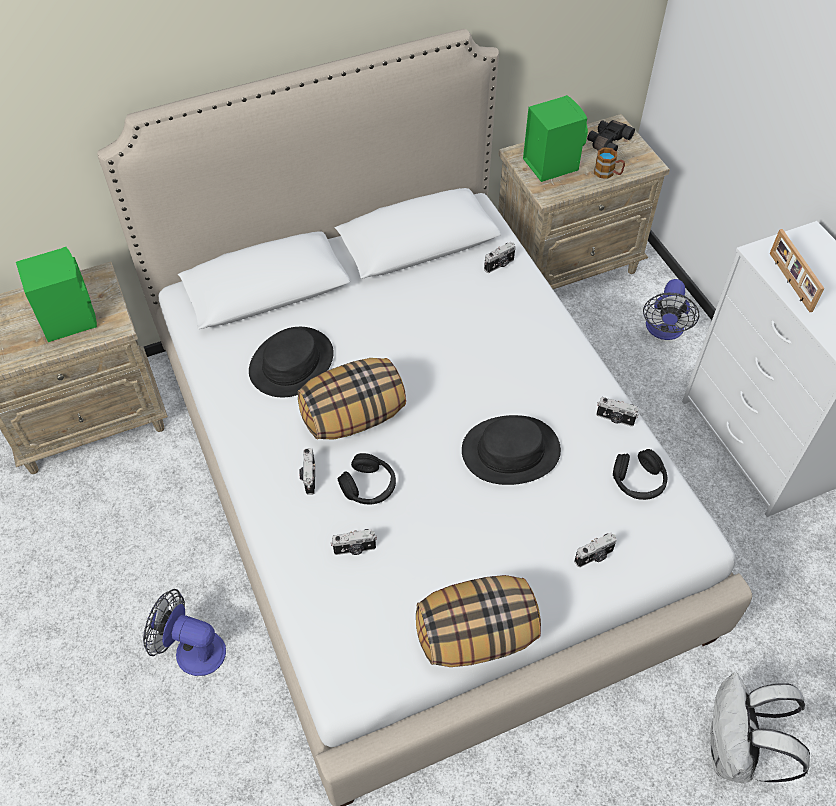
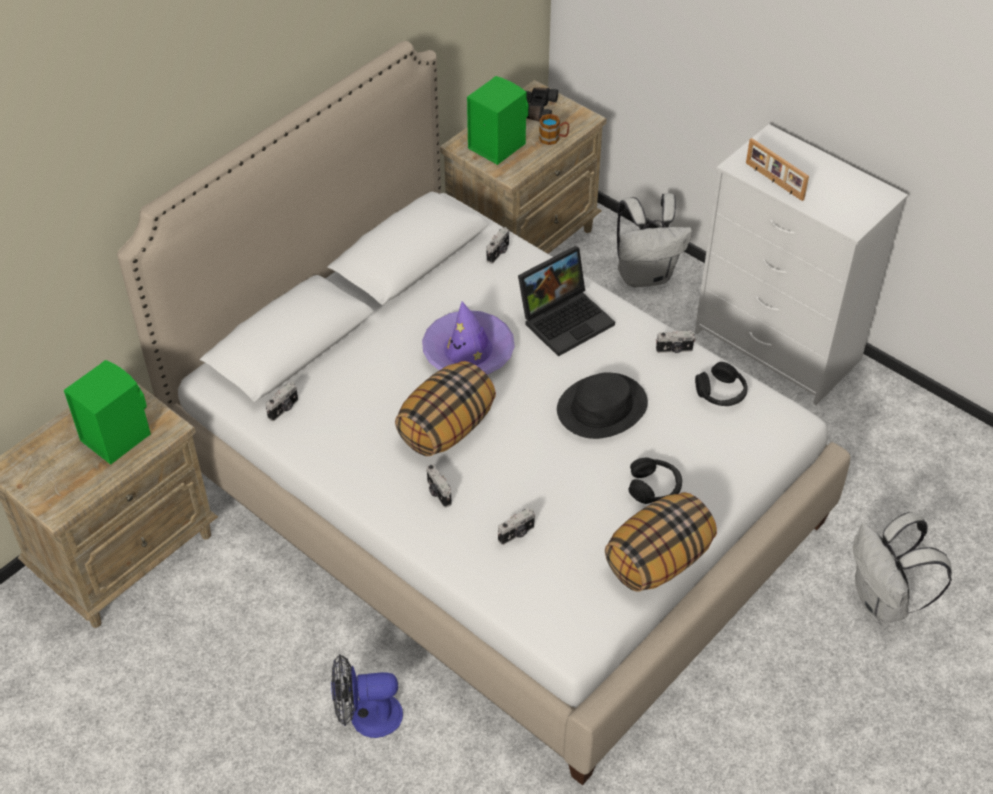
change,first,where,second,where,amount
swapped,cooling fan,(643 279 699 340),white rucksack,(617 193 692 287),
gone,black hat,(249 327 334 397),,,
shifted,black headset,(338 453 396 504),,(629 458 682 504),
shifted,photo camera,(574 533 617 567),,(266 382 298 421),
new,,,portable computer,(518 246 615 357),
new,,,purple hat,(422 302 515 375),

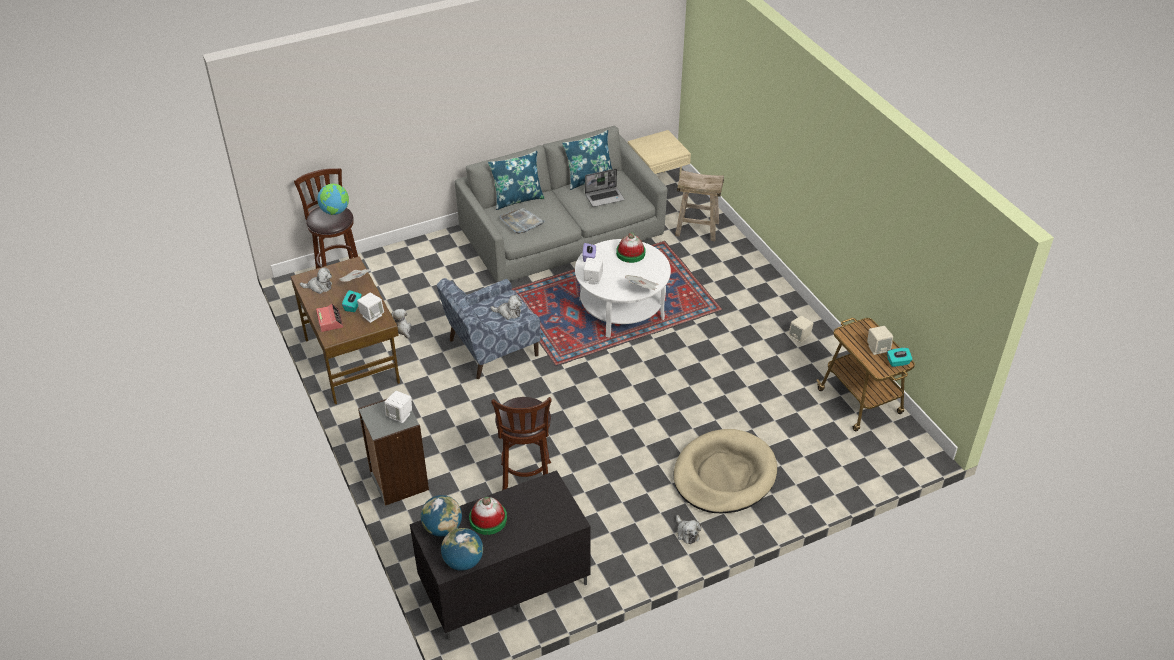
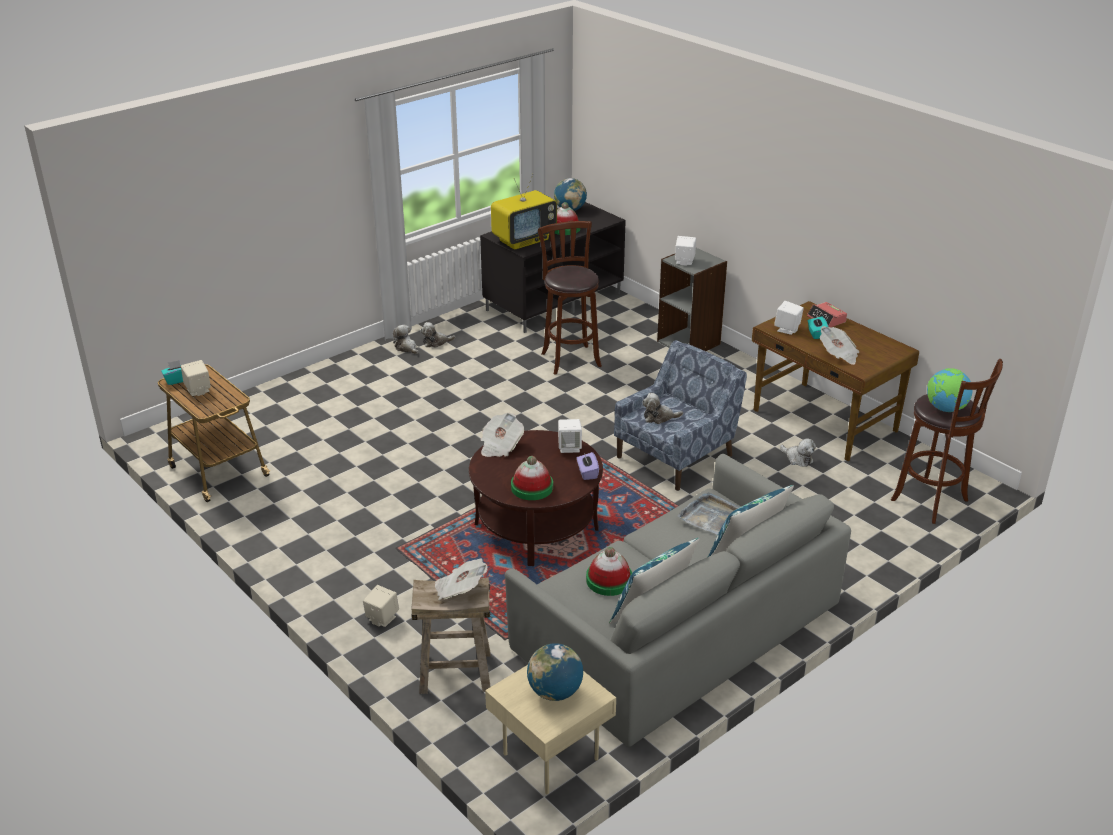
change,first,where,second,where,amount
swapped,portable computer,(585 169 625 207),hat,(586 547 632 596),
repainted,white coffee table,(575 239 671 338),brown-coloured coffee table,(469 430 603 566),
shifted,cuddly toy,(300 267 332 294),,(420 322 456 348),
shifted,sand-coloured audio speaker,(789 316 813 343),,(363 585 399 627),
gone,sand-coloured dog cushion,(673 429 777 513),,,
shifted,world globe,(421 495 462 537),,(527 643 583 701),
new,,,television,(491 175 557 250),
new,,,newspaper,(435 558 487 600),

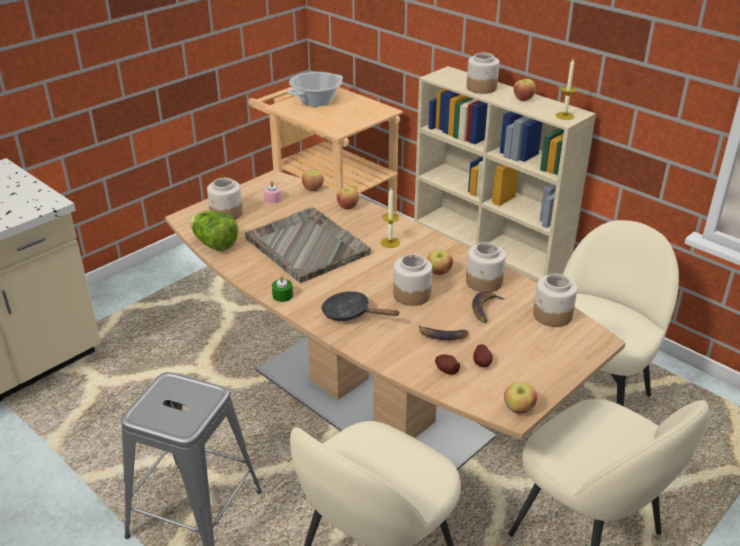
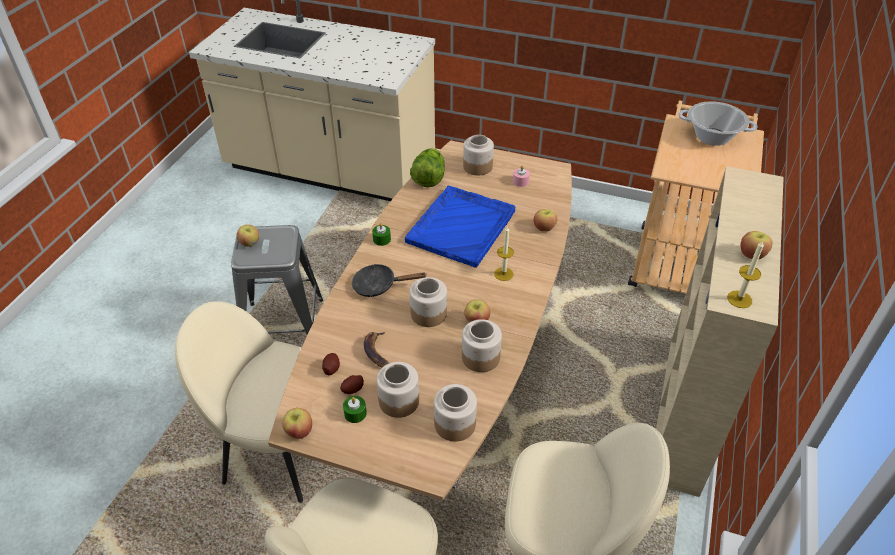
change,first,where,second,where,amount
shifted,jar,(467 53 499 94),,(377 362 419 418),
shifted,apple,(302 170 324 191),,(237 224 259 247),
repainted,gray carrying tray,(245 207 371 283),blue-coloured carrying tray,(405 186 515 268),
gone,banana fruit,(472 290 505 323),,,
rotated,black skillet,(321 291 400 321),,(351 264 426 297),90 degrees counterclockwise
new,,,greenish candle,(343 396 367 423),

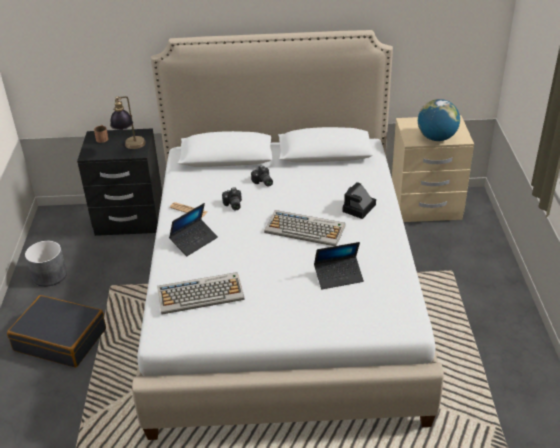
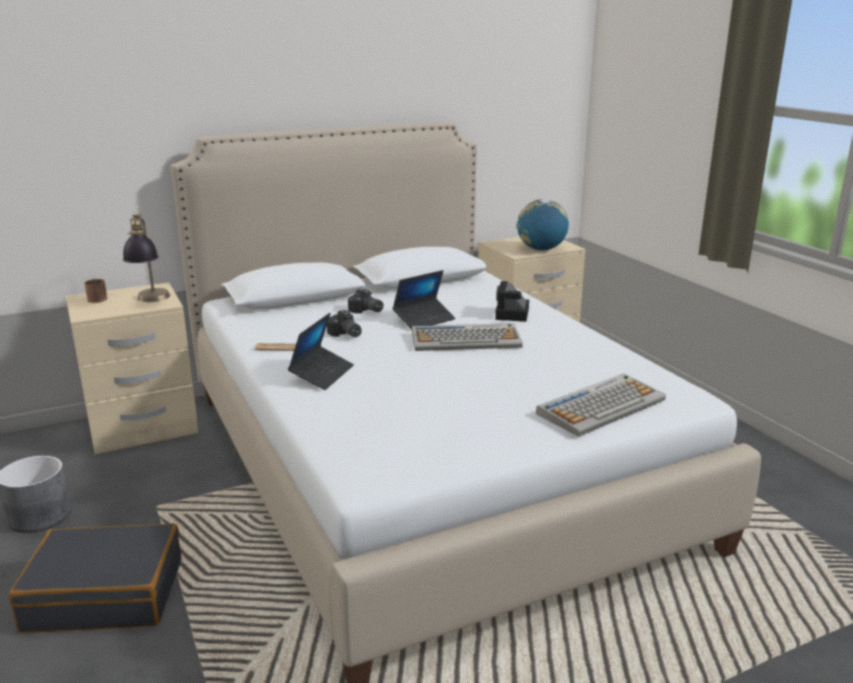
change,first,where,second,where,amount
repainted,black nightstand,(77 128 162 236),sand-coloured nightstand,(66 282 198 454),
shifted,portable computer,(314 242 364 289),,(393 270 455 330),
shifted,PC keyboard,(157 272 245 315),,(536 373 666 437),

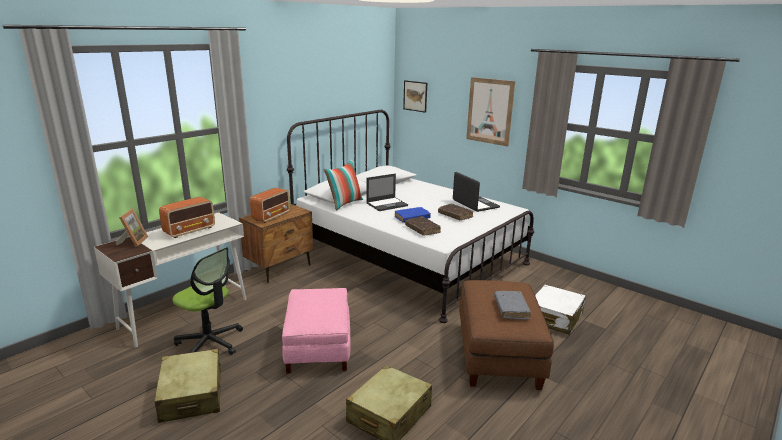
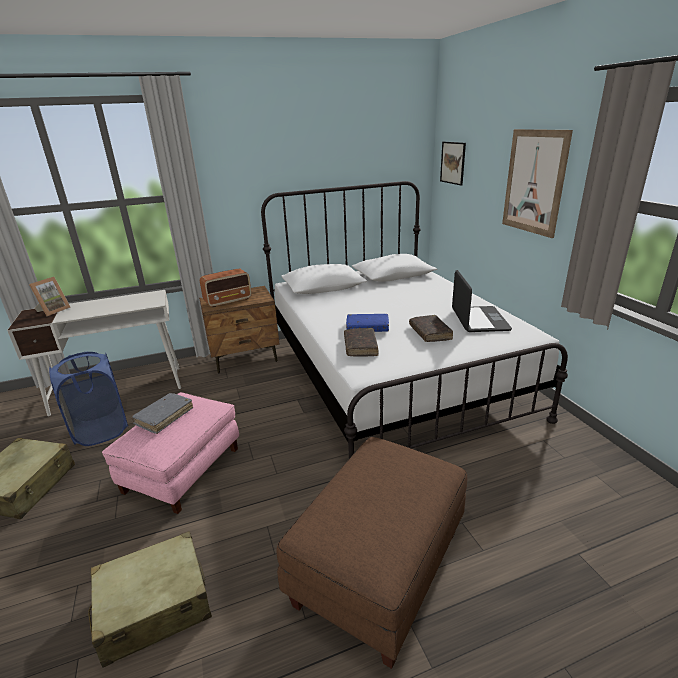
change,first,where,second,where,amount
gone,cushion,(324 160 363 211),,,
gone,portable computer,(366 174 408 211),,,
gone,radio set,(159 197 215 238),,,
swapped,computer chair,(172 247 243 355),blue-coloured washing basket,(49 352 129 446),
gone,white piece of luggage,(535 284 586 334),,,
shifted,gray book,(494 291 531 319),,(131 393 193 434),

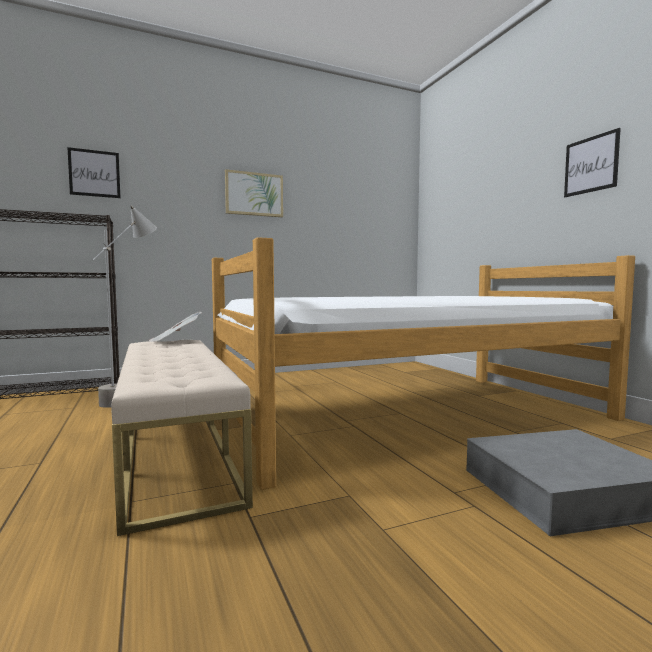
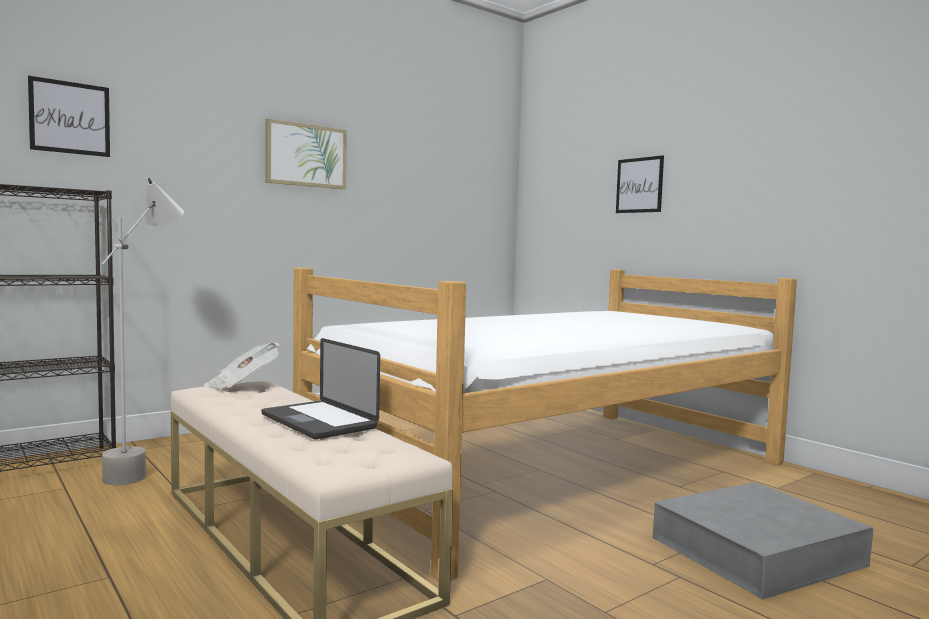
change,first,where,second,where,amount
shifted,wall picture,(564 128 621 197),,(616 155 664 213),
new,,,portable computer,(262 338 380 439),

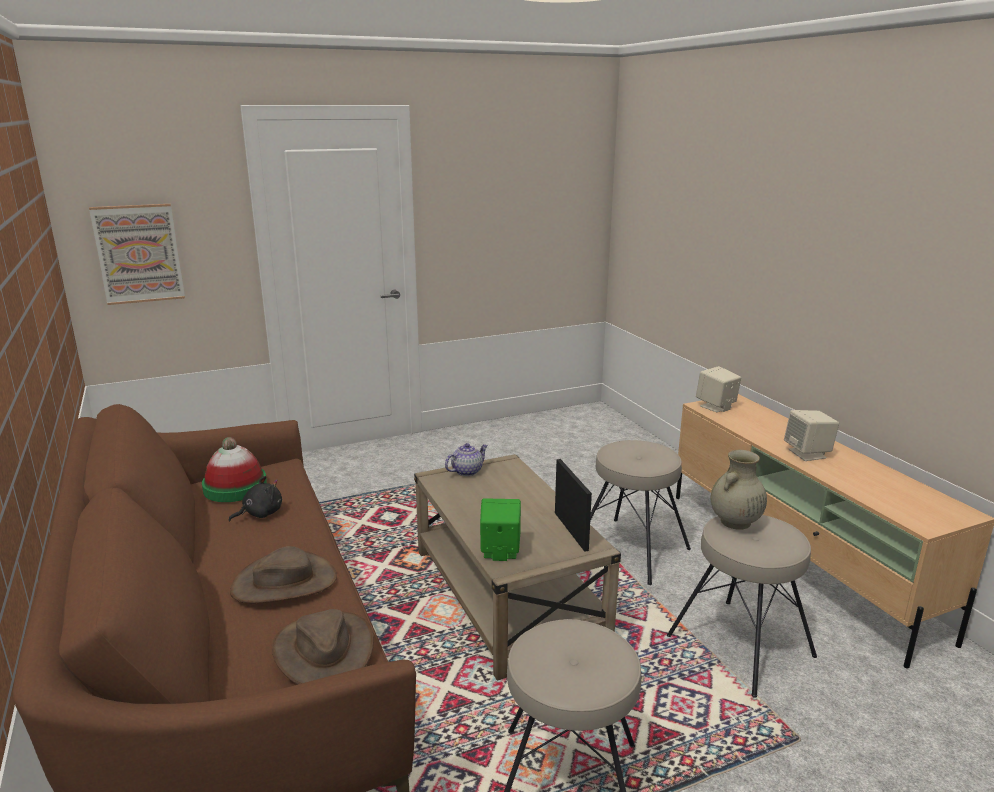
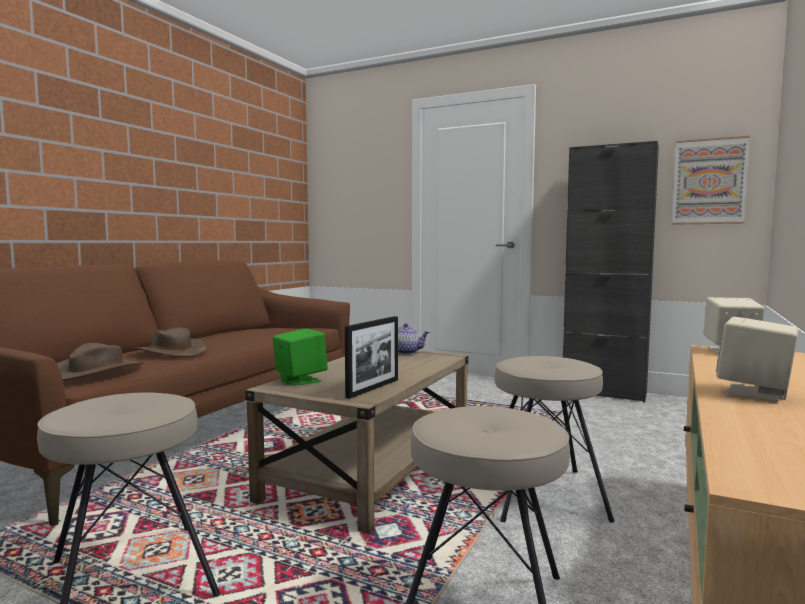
change,first,where,second,where,amount
shifted,wall picture,(89 204 185 305),,(672 136 750 225),
gone,hat,(202 437 267 502),,,
gone,sand-coloured flower vase,(711 450 767 530),,,
gone,black cuddly toy,(229 476 282 521),,,
new,,,black storage cabinet,(563 141 659 402),

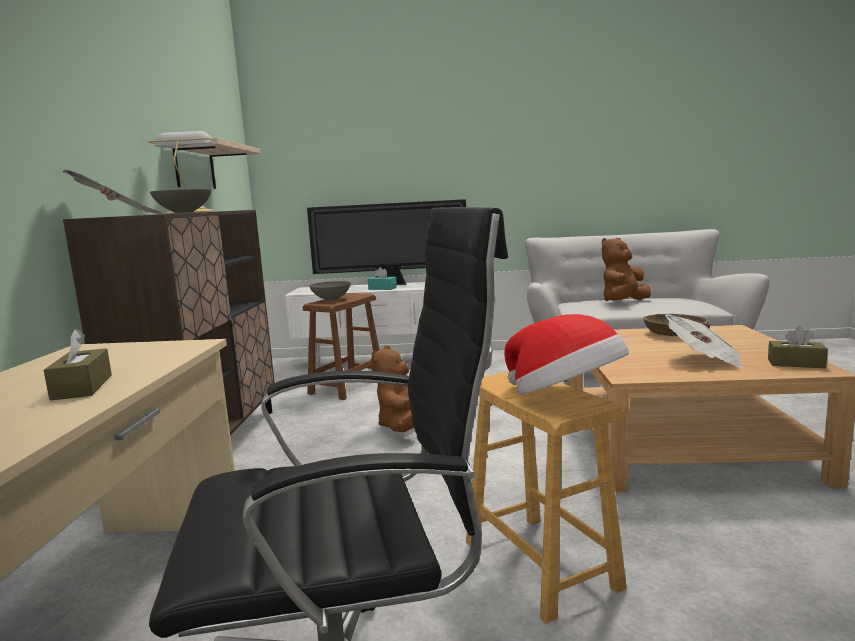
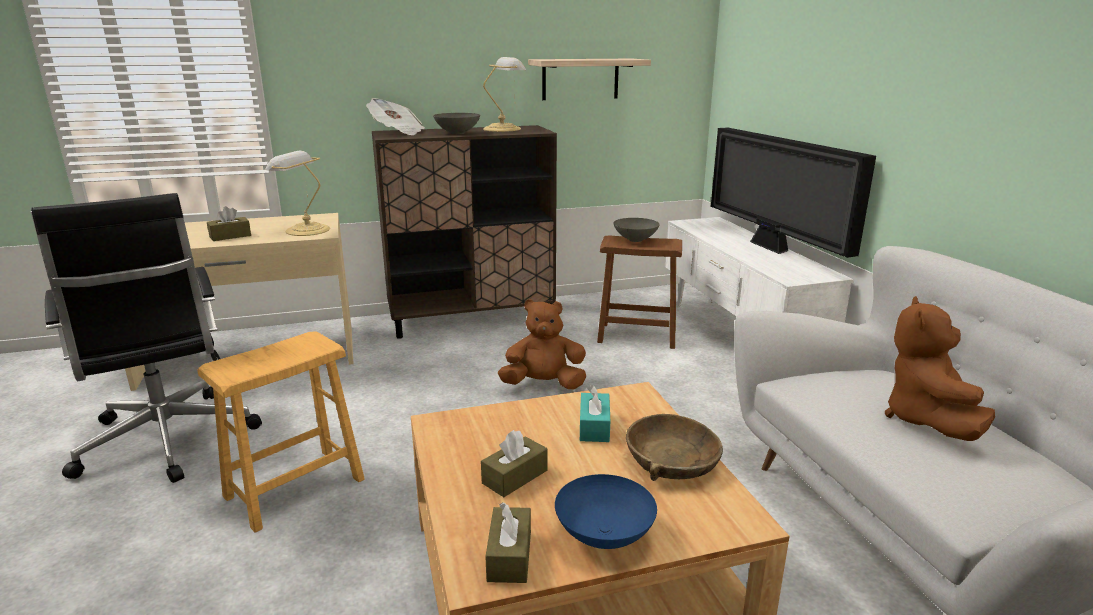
change,first,where,second,where,amount
rotated,brown-coloured cuddly toy,(602 238 651 301),,(885 296 995 441),105 degrees counterclockwise
shifted,turquoise-coloured tissue box,(368 267 397 290),,(580 385 610 442),
gone,hat,(504 314 629 395),,,
swapped,newspaper,(665 314 743 368),brown-coloured tissue box,(481 430 548 497),
new,,,lamp for a table,(265 150 330 236),
new,,,blue-coloured serving bowl,(555 474 657 549),

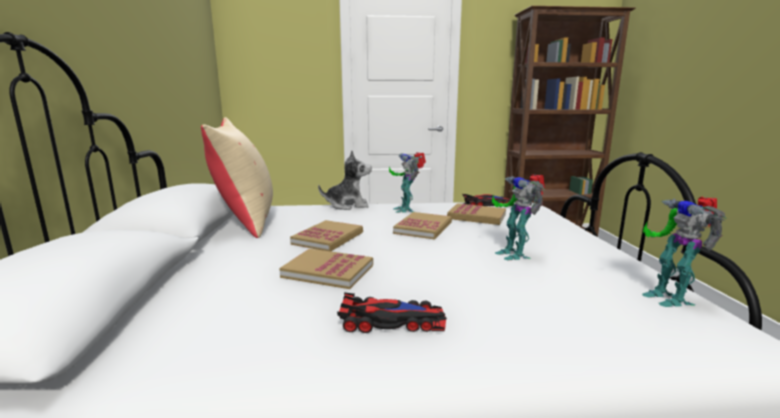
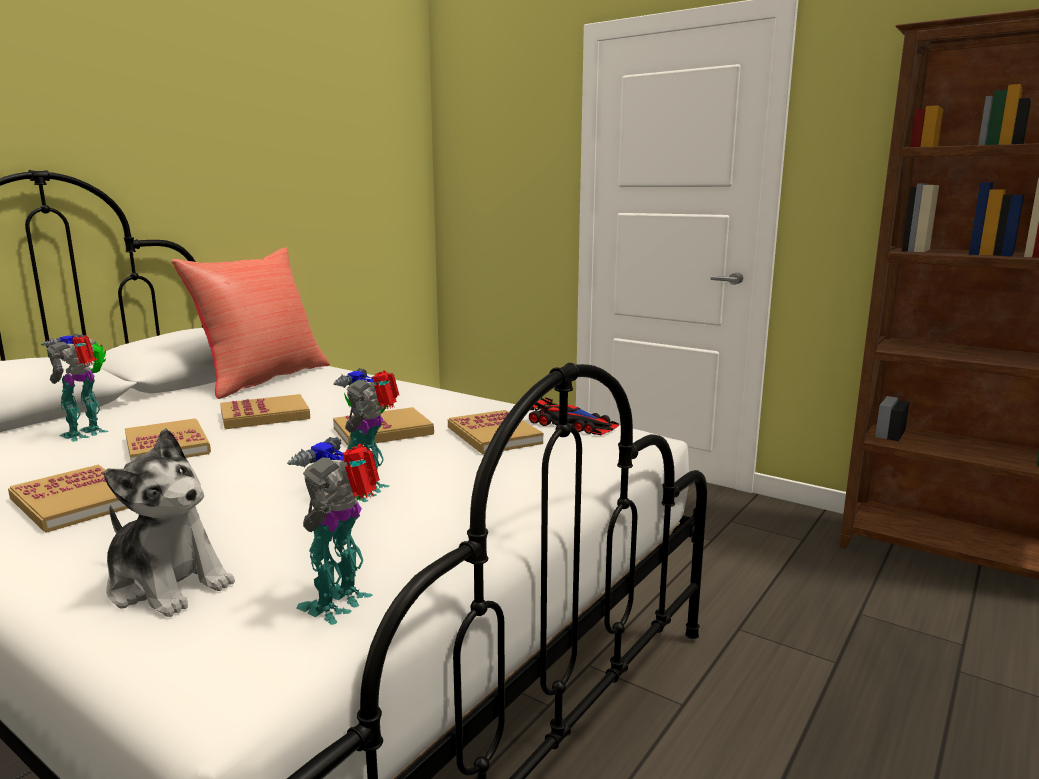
change,first,where,second,where,amount
repainted,sand-coloured cushion,(201 117 273 238),reddish cushion,(171 247 330 399),
shifted,cuddly toy,(318 151 372 210),,(103 428 235 617),
shifted,toy robot,(389 152 426 213),,(41 333 109 442),
swapped,miniature car,(337 292 447 333),book,(8 465 129 533),

